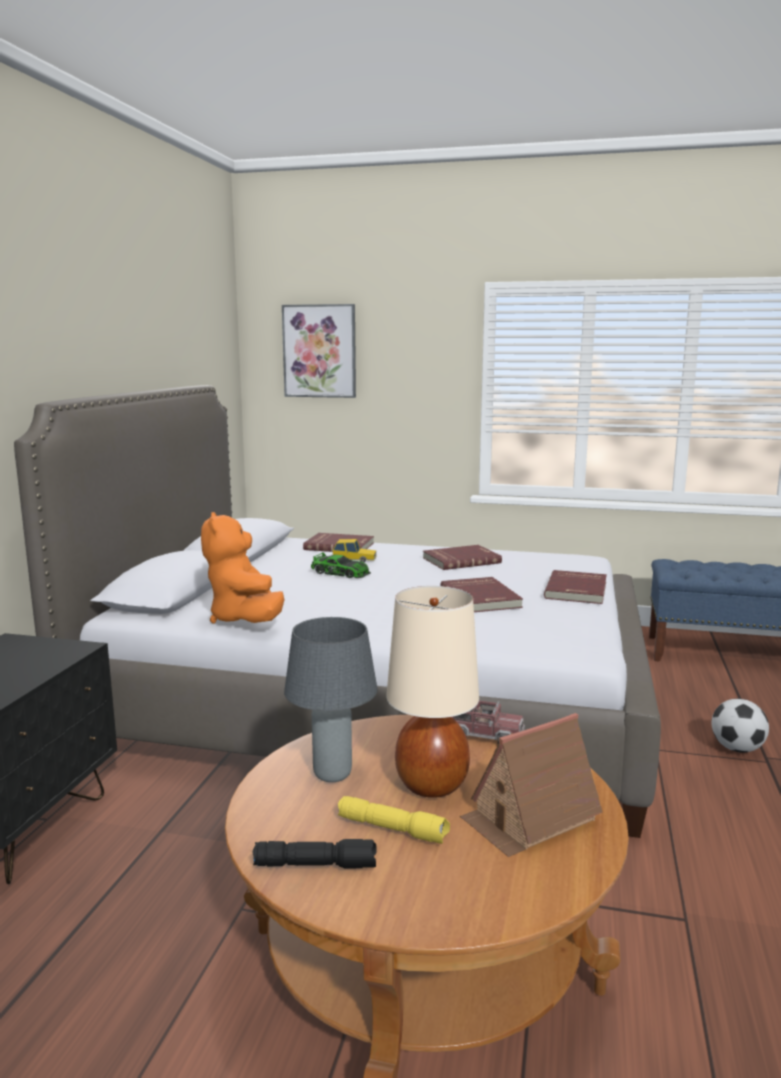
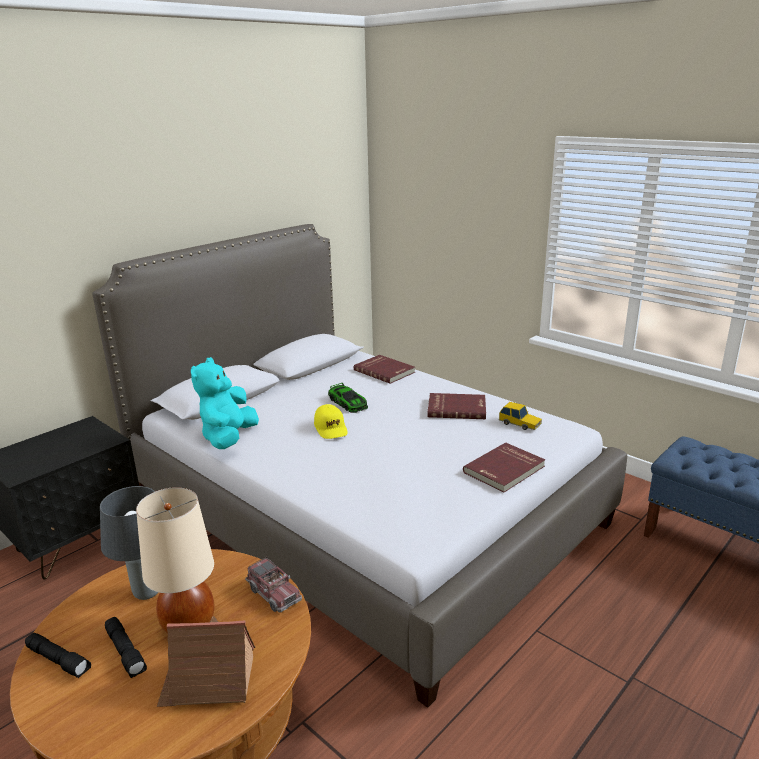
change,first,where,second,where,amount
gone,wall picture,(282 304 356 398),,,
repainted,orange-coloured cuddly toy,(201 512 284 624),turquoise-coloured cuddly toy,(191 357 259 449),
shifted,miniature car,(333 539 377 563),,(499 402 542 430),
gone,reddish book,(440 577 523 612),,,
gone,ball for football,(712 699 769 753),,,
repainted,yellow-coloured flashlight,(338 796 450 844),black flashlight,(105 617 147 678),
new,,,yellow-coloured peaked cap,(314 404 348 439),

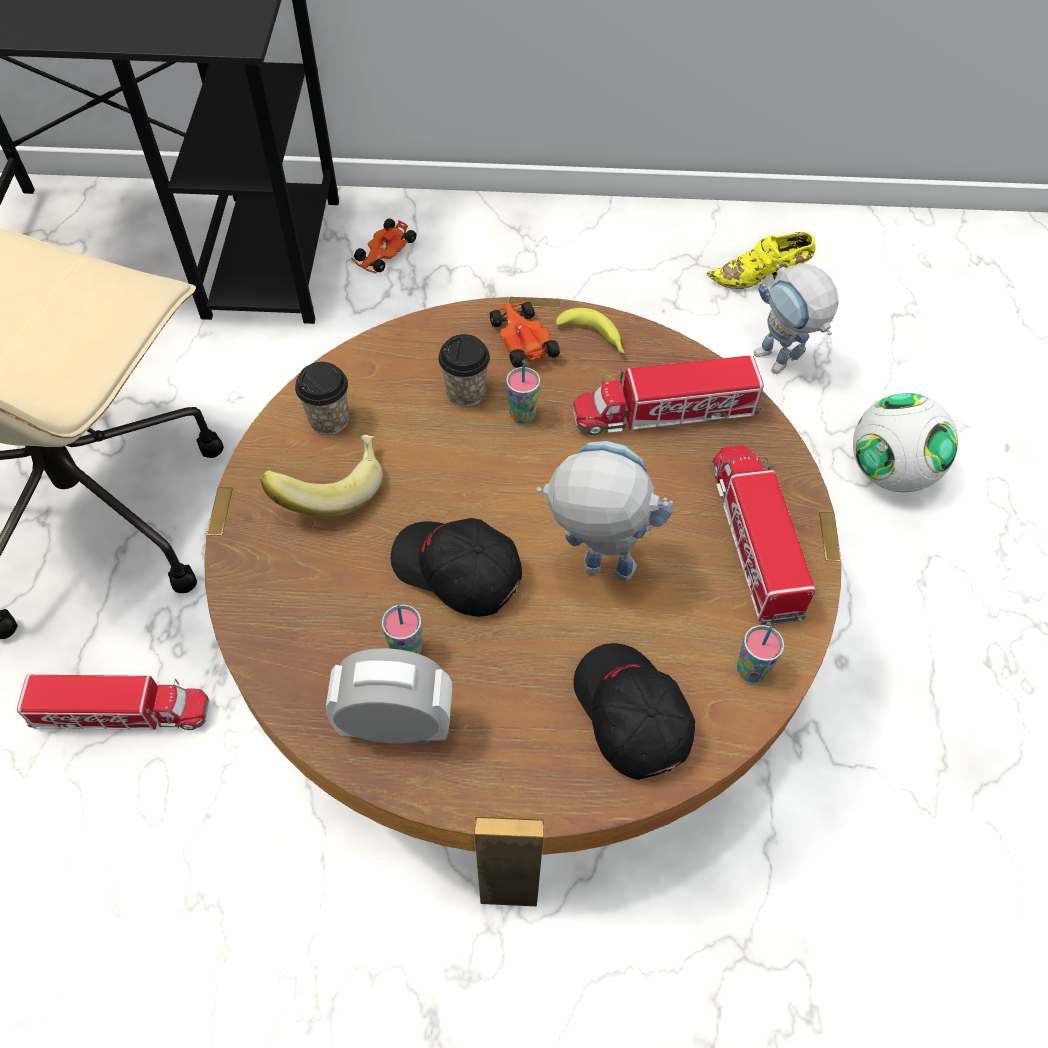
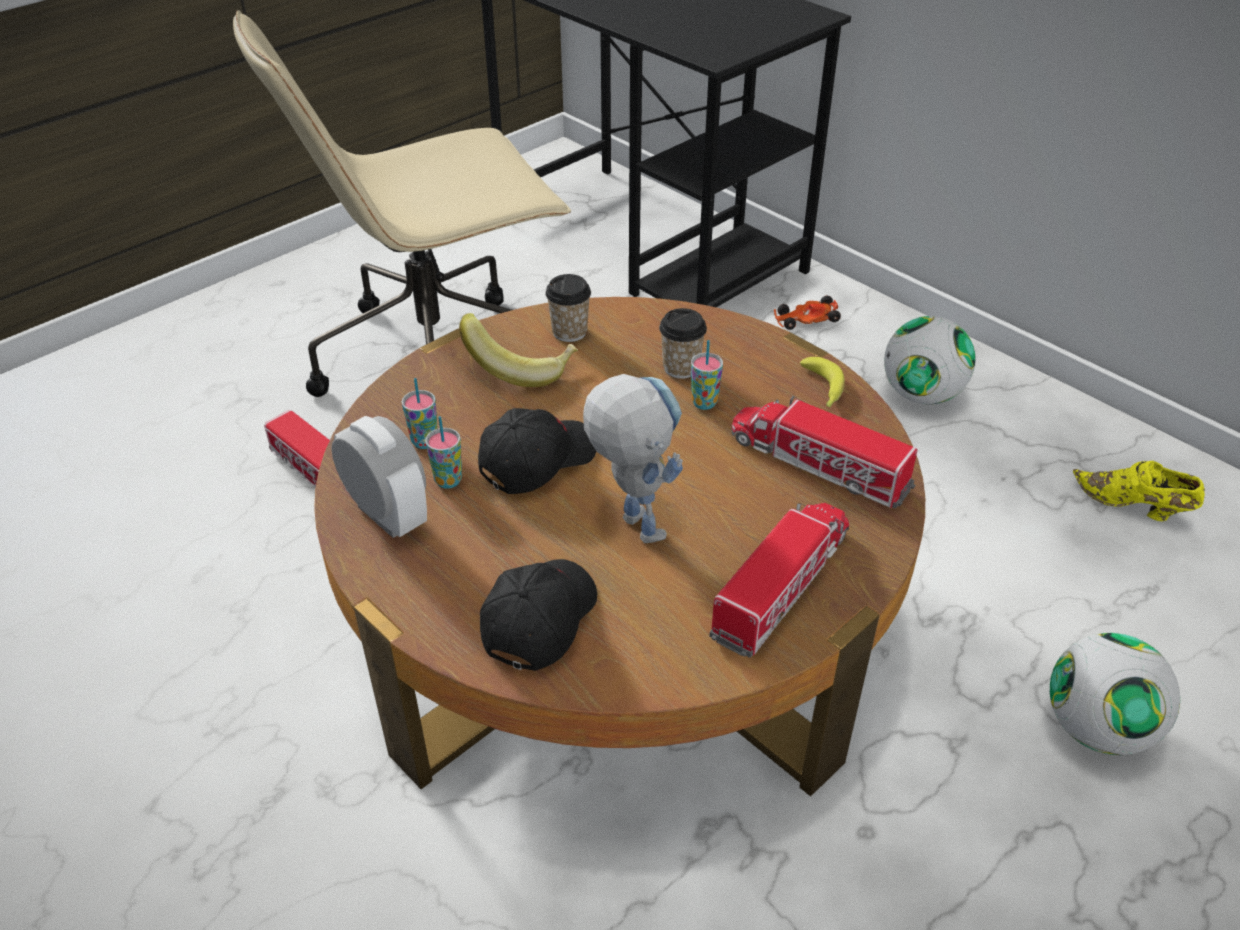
change,first,where,second,where,amount
gone,toy robot,(754 263 839 374),,,
gone,miniature car,(487 301 560 368),,,
rotated,black peaked cap,(391 518 522 617),,(478 408 596 494),60 degrees clockwise
shifted,cup,(737 625 784 683),,(402 378 437 449),
new,,,ball for football,(884 316 975 404),

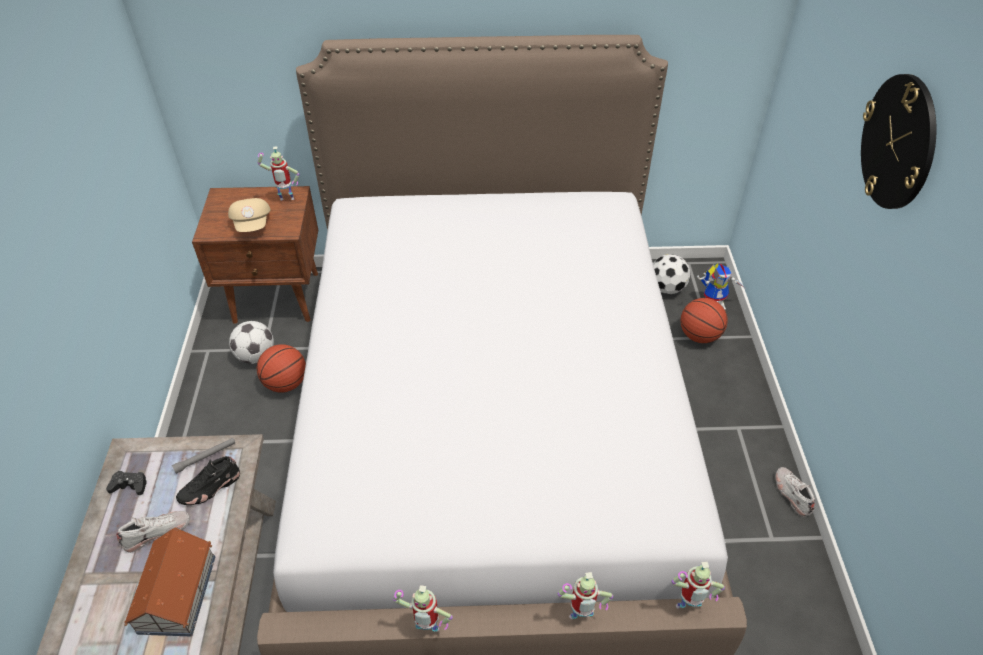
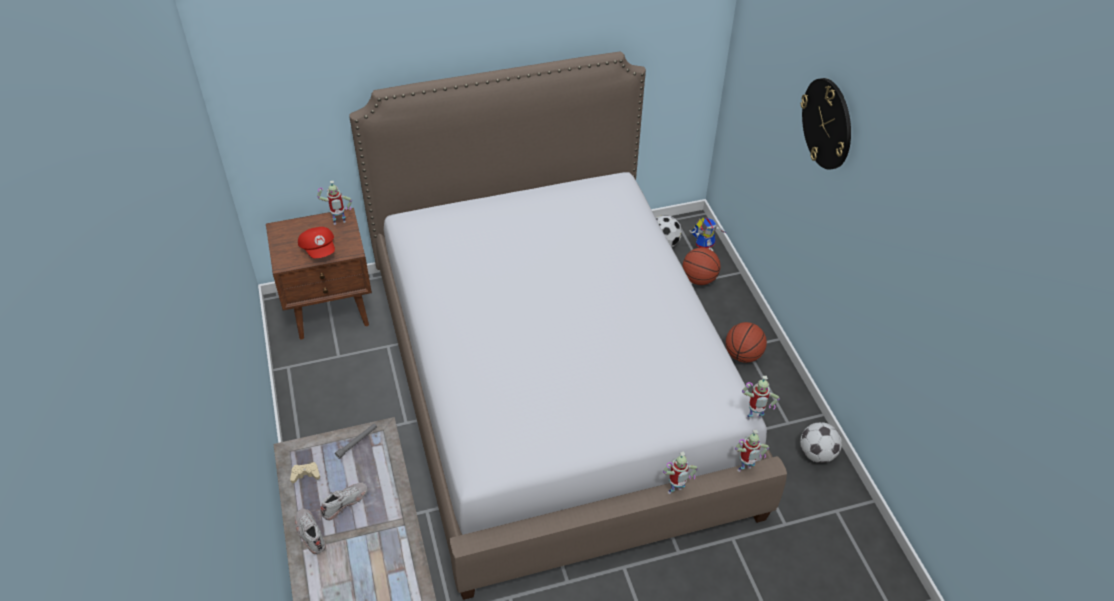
change,first,where,second,where,amount
repainted,sand-coloured peaked cap,(228 198 271 232),reddish peaked cap,(298 227 335 258),
shifted,ball for football,(229 321 274 364),,(800 422 842 463),
shifted,ball for basketball,(257 344 306 393),,(726 322 767 363),
gone,black shoe,(176 456 240 505),,,
shifted,white shoe,(775 467 815 517),,(295 508 326 554),
repainted,black game controller,(106 471 147 495),sand-coloured game controller,(290 462 320 483),
gone,miniature house,(124 527 215 636),,,
shifted,toy robot,(393 585 453 632),,(742 376 780 420),

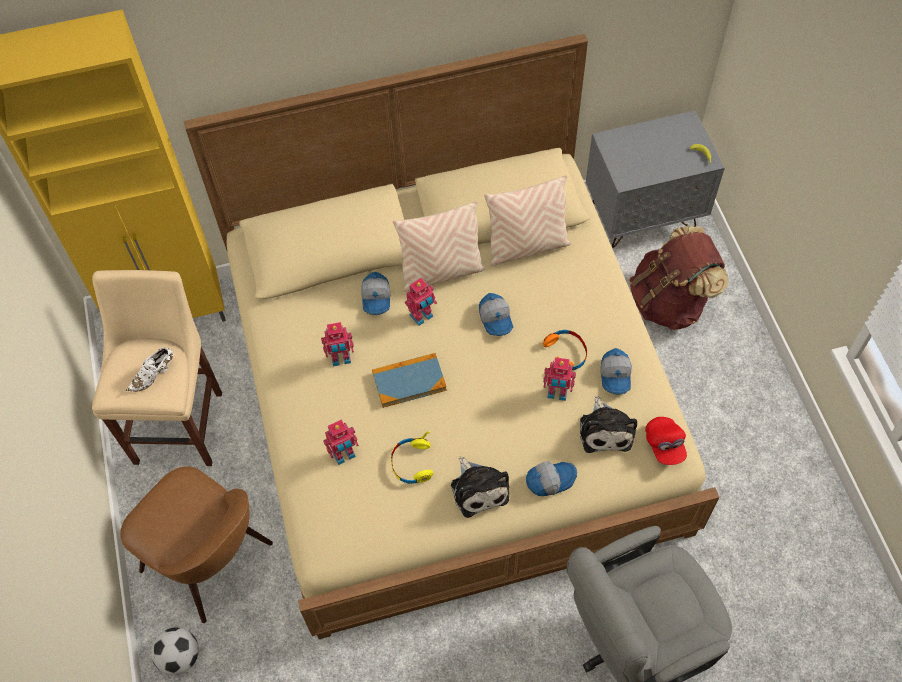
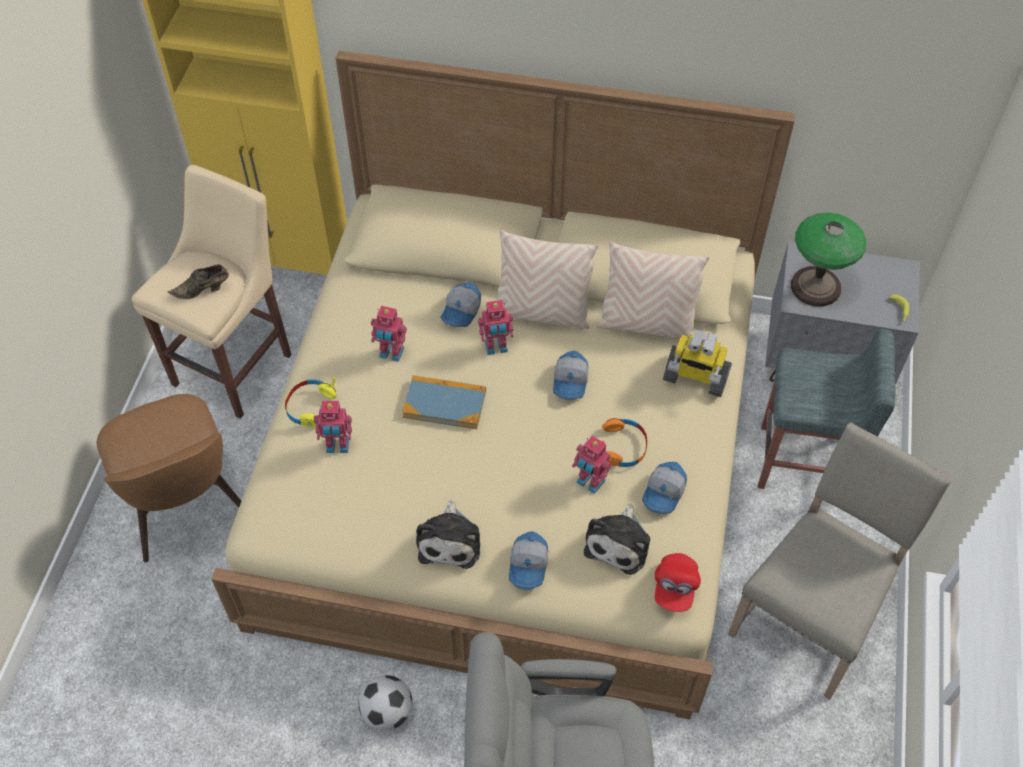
change,first,where,second,where,amount
swapped,brown-coloured rucksack,(629 226 728 330),gray sitting stool,(758 329 895 489),
repainted,white shoe,(126 347 174 392),brown-coloured shoe,(168 264 229 299),
shifted,yellow-coloured headset,(391 431 433 484),,(285 377 337 428),
rotated,peaked cap,(526 461 577 496),,(509 531 548 590),90 degrees clockwise
shifted,ball for football,(151 627 199 675),,(359 675 412 731),
new,,,lamp for a table,(791 213 866 307),
new,,,toy robot,(663 330 732 397),
new,,,sand-coloured chair,(728 422 952 700),

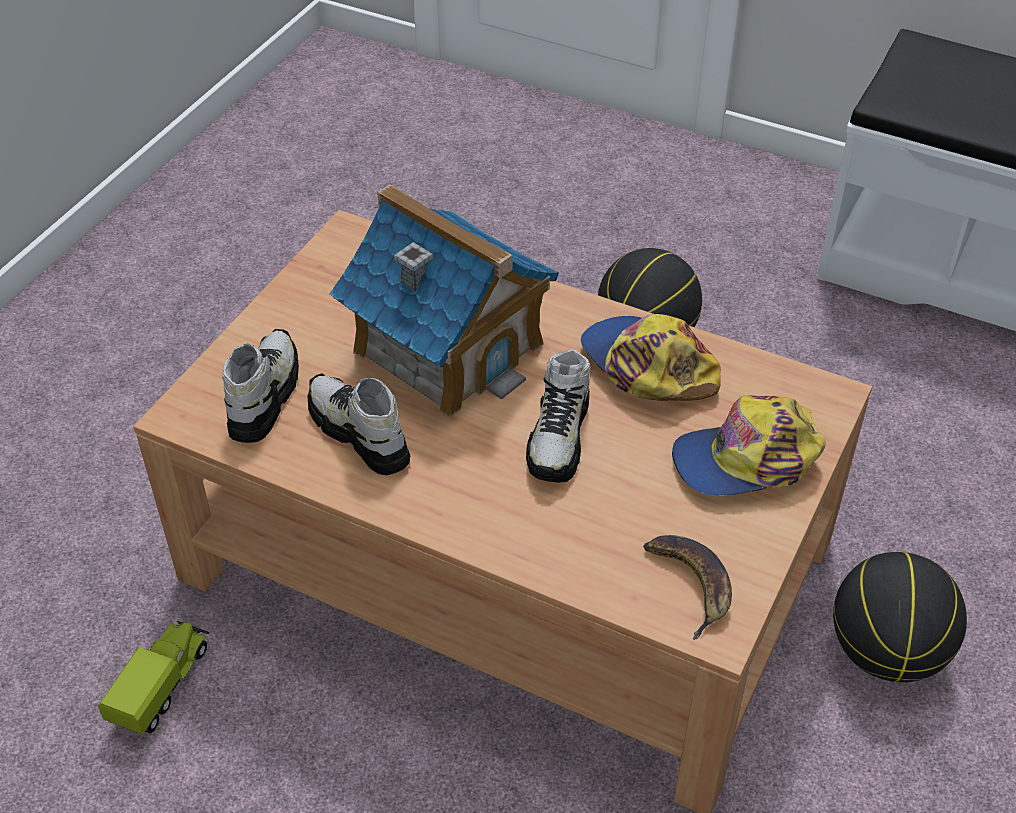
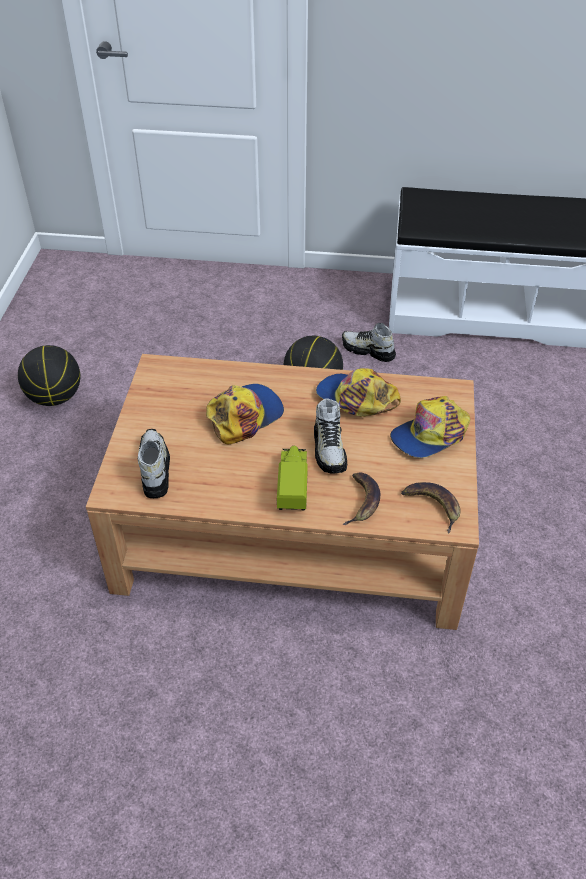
change,first,where,second,where,amount
swapped,miniature house,(329 184 559 418),peaked cap,(206 384 284 444),
shifted,shoe,(308 373 411 475),,(342 323 396 362),
shifted,ball for basketball,(833 552 967 682),,(18 345 80 406),
shifted,toy lorry,(98 621 210 735),,(277 446 308 511),
new,,,banana fruit,(343 472 380 525),

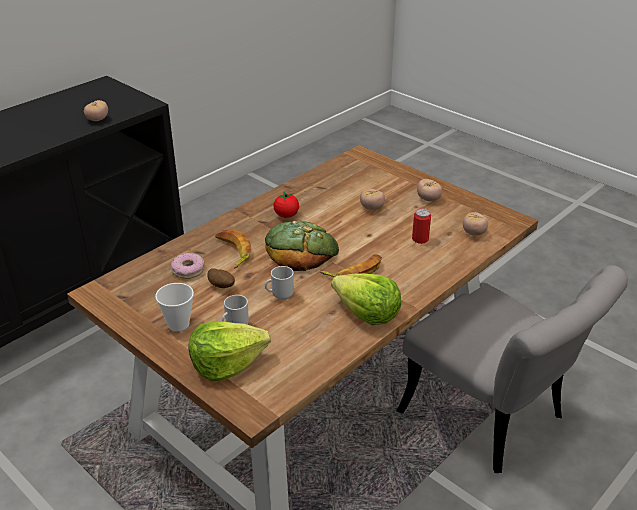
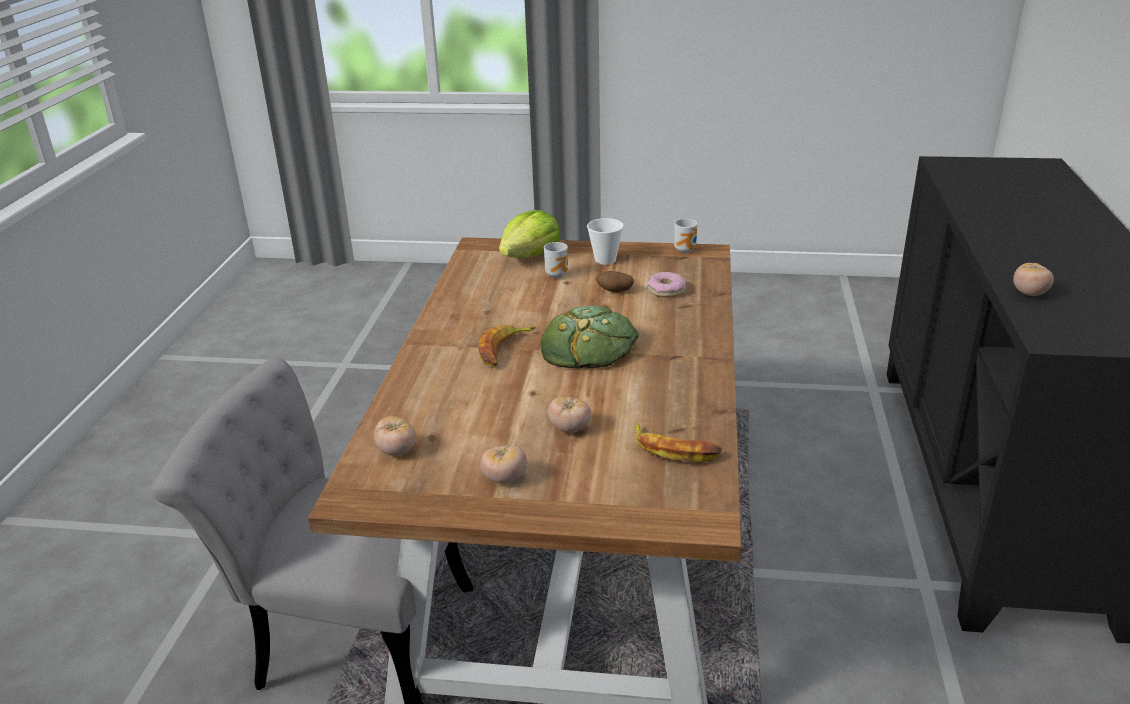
change,first,where,second,where,amount
gone,whole tomato,(274 192 299 218),,,
gone,sealed can,(412 208 431 244),,,
shifted,banana fruit,(215 229 251 268),,(634 422 722 462),
shifted,coffee mug,(265 266 294 300),,(674 219 698 253),
gone,lettuce head,(331 273 401 325),,,

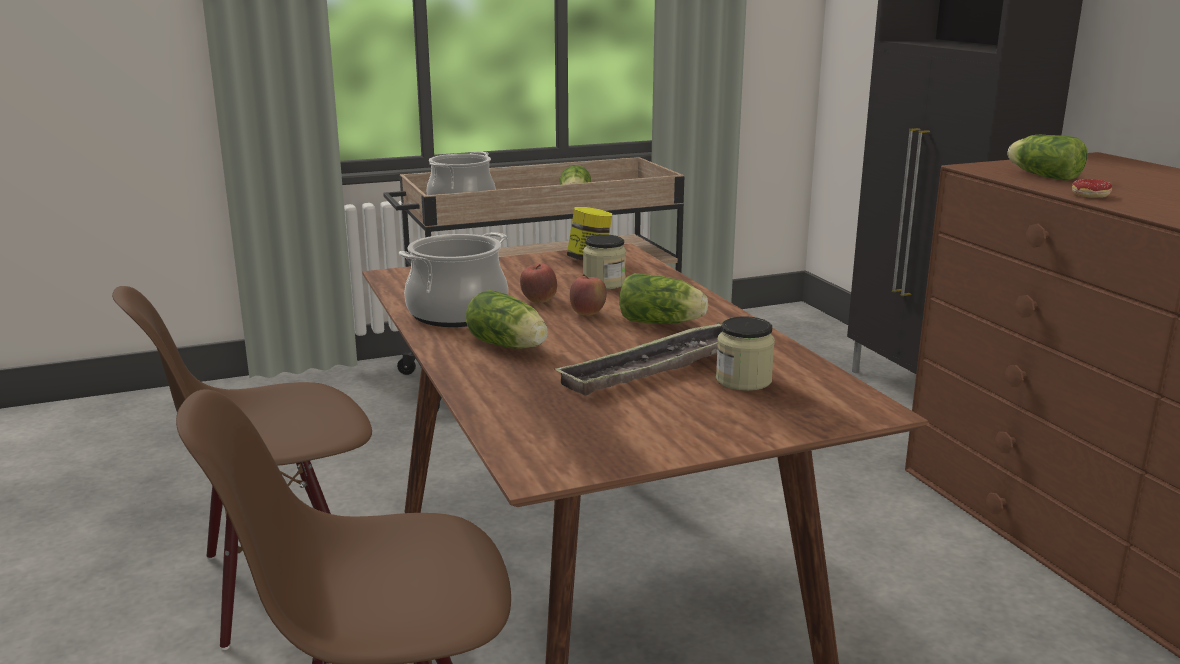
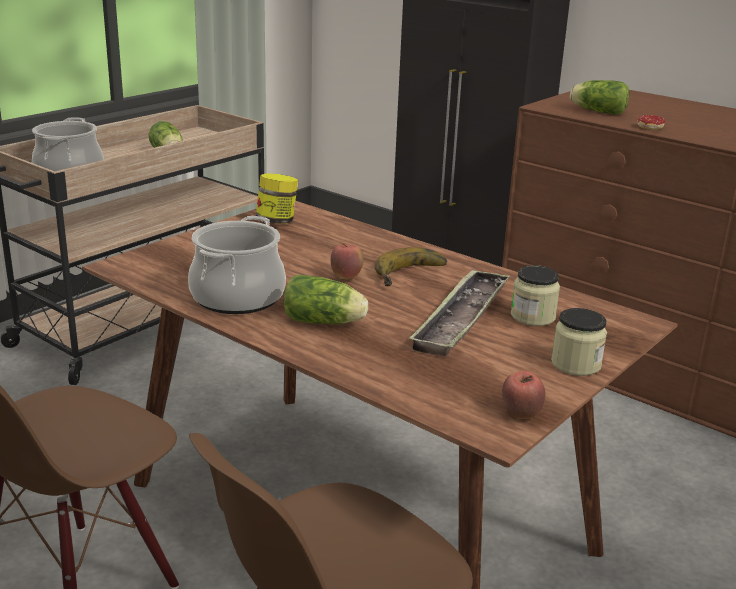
change,first,where,second,where,amount
shifted,jar,(583 234 626 289),,(551 308 607 376),
shifted,apple,(520 264 557 303),,(502 371 545 419),
swapped,lettuce head,(619 273 708 324),banana fruit,(375 247 447 286),

